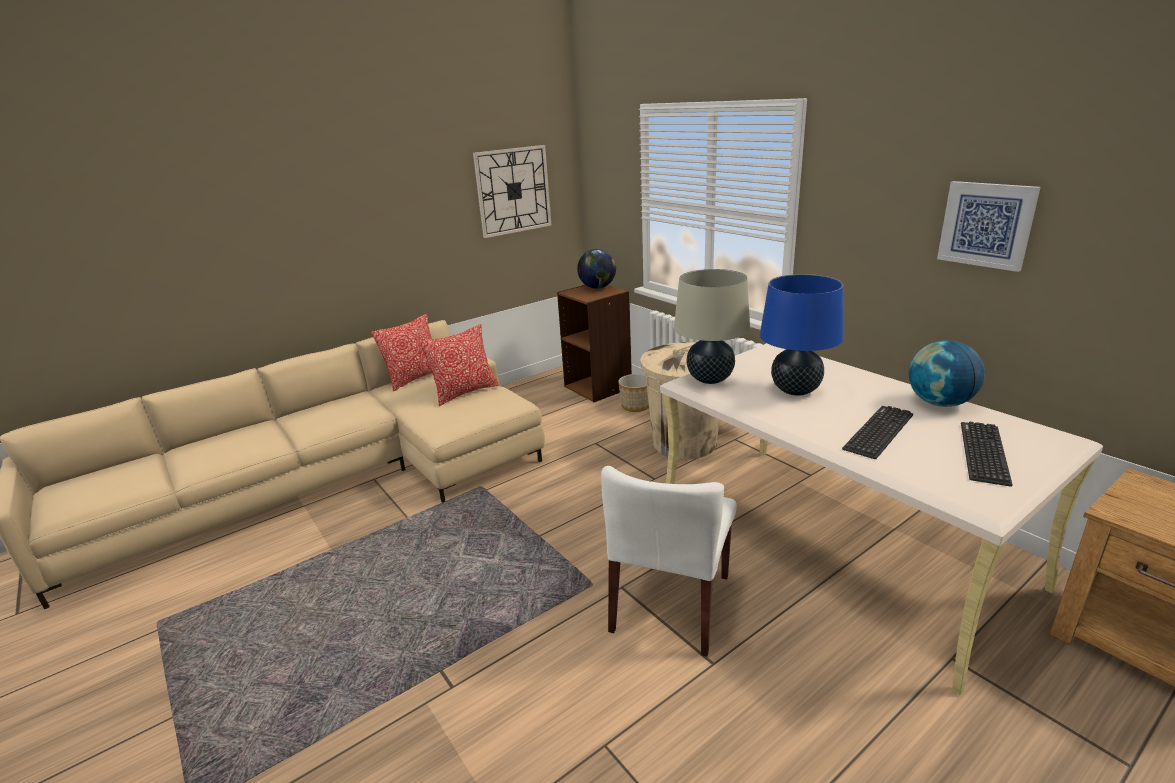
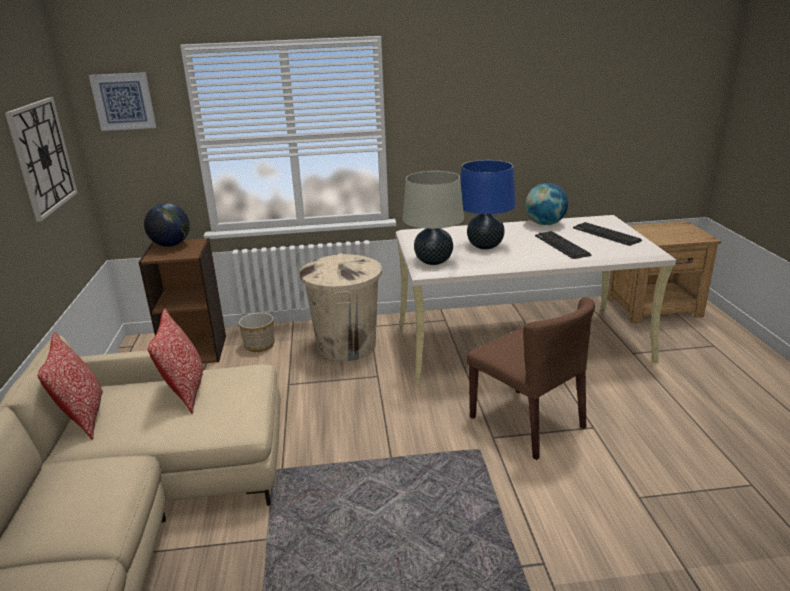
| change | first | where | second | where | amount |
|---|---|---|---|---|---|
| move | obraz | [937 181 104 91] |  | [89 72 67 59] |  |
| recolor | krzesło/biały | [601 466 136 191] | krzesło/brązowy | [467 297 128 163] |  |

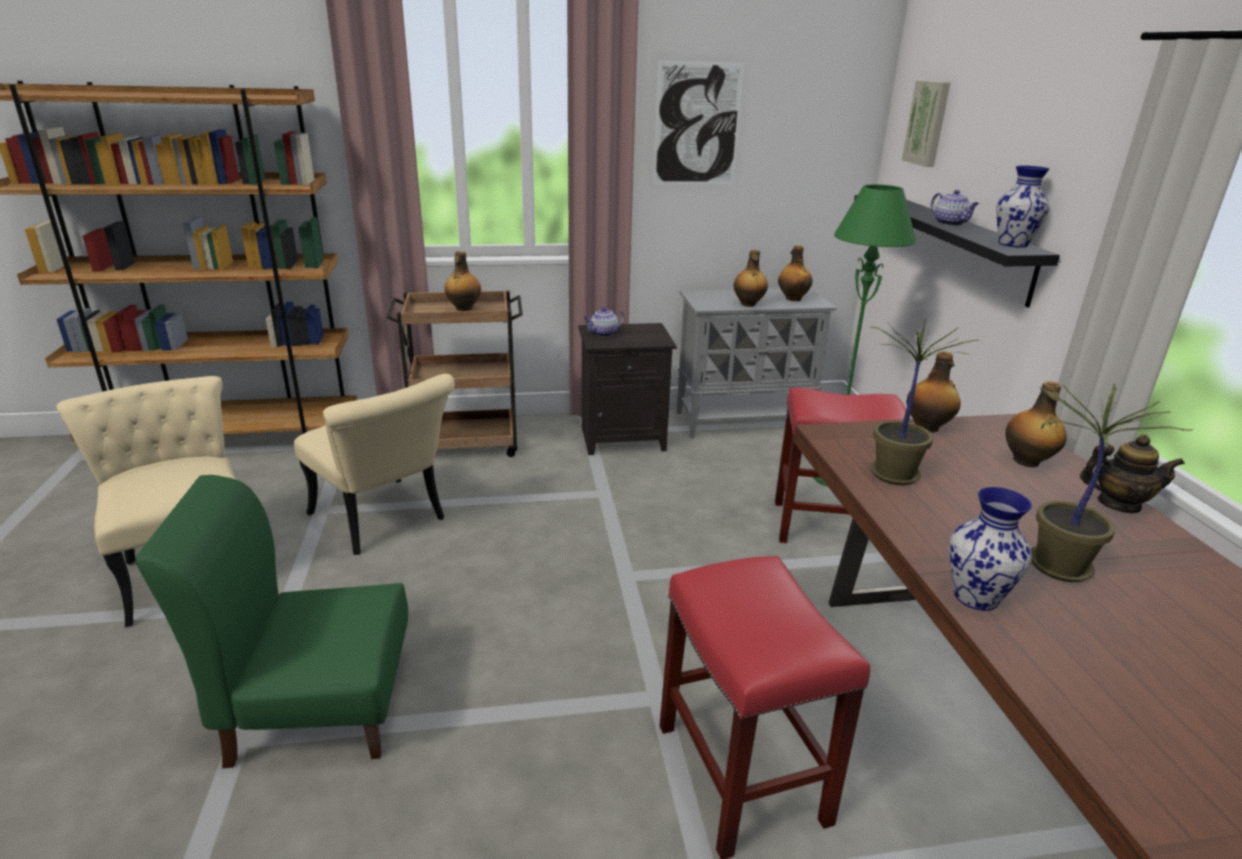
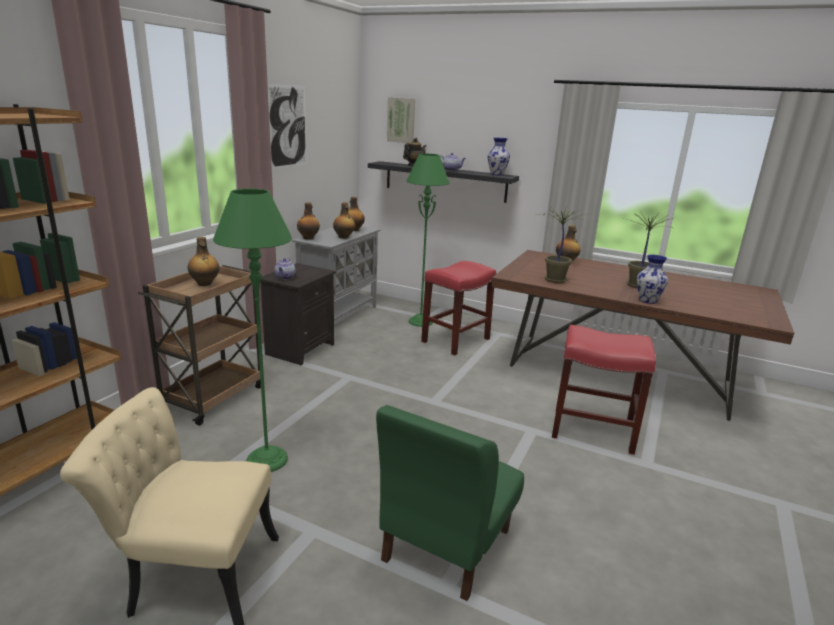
| change | first | where | second | where | amount |
|---|---|---|---|---|---|
| move | butelka | [906 351 55 81] |  | [297 202 23 38] |  |
| replace | krzesło/beżowy | [294 374 161 181] | lampa stojąca/zielony | [213 189 79 283] |  |
| move | imbryk | [1080 434 105 79] |  | [403 138 23 28] |  |

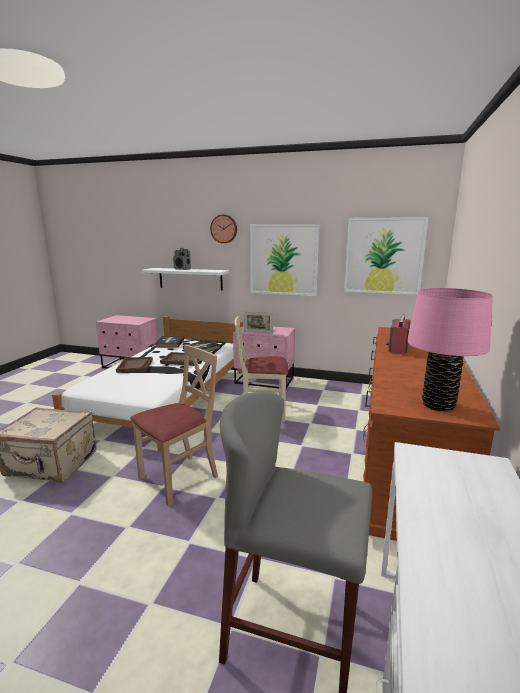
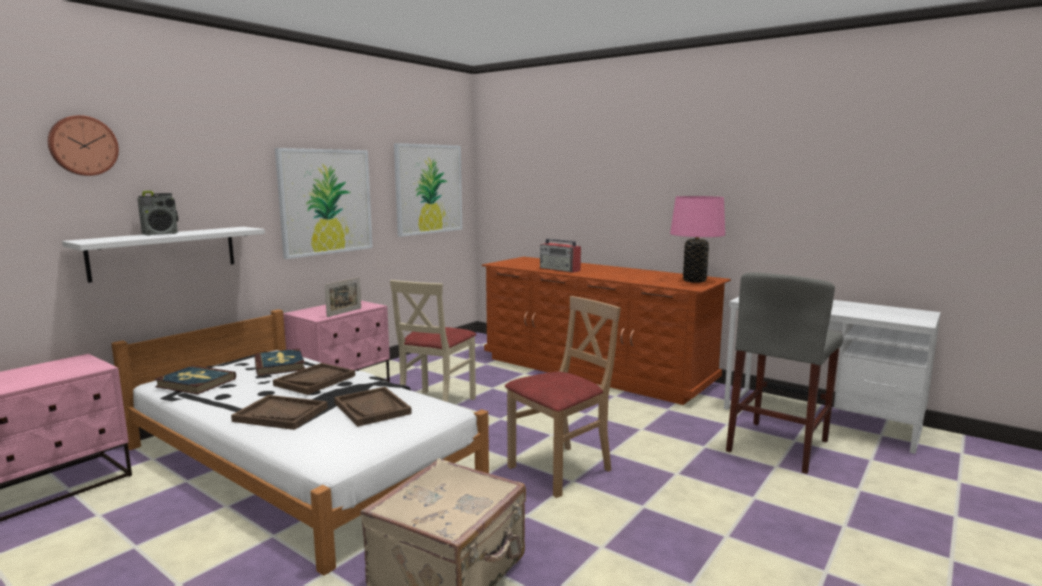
| change | first | where | second | where | amount |
|---|---|---|---|---|---|
| move | zegar ścienny | [210 214 27 29] |  | [48 115 71 61] |  |
| rotate | krzesło/beżowy | [130 344 88 162] |  | [505 296 116 202] | 75 degrees clockwise |
| insert |  |  | taca/brązowy | [334 387 78 40] |  |

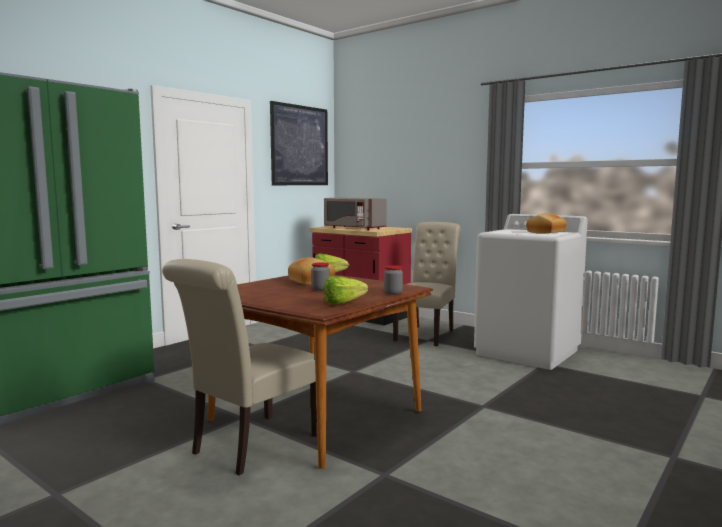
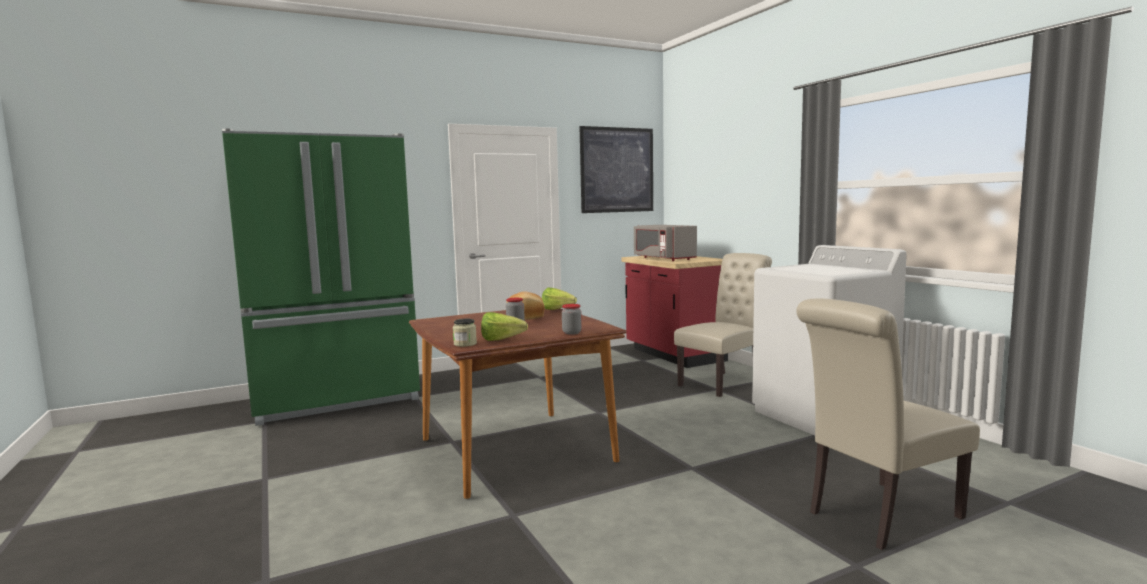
| change | first | where | second | where | amount |
|---|---|---|---|---|---|
| delete | chleb | [526 213 40 21] |  |  |  |
| move | krzesło/beżowy | [162 259 155 216] |  | [796 298 184 252] |  |
| insert |  |  | słoik | [453 319 24 28] |  |

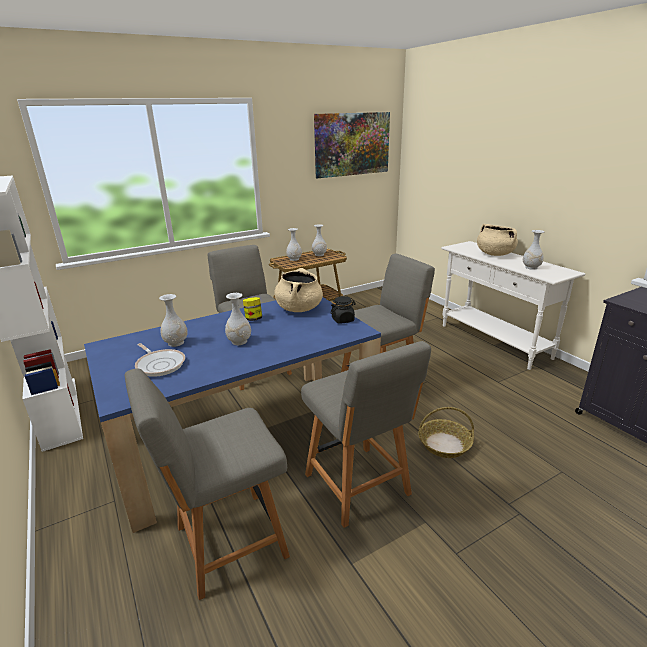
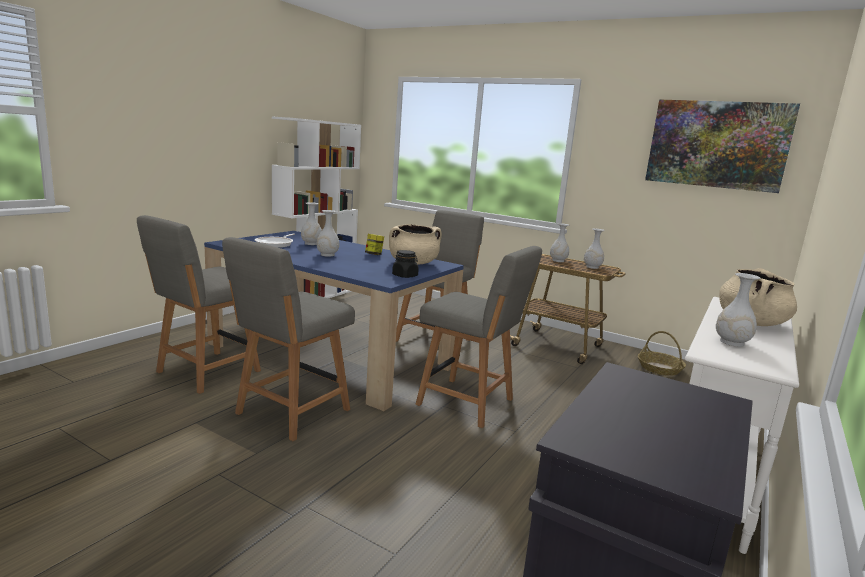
| change | first | where | second | where | amount |
|---|---|---|---|---|---|
| rotate | krzesło/szary | [124 368 166 232] |  | [137 215 124 179] | 90 degrees counterclockwise |
| move | koszyk | [418 407 56 51] |  | [638 331 48 45] |  |

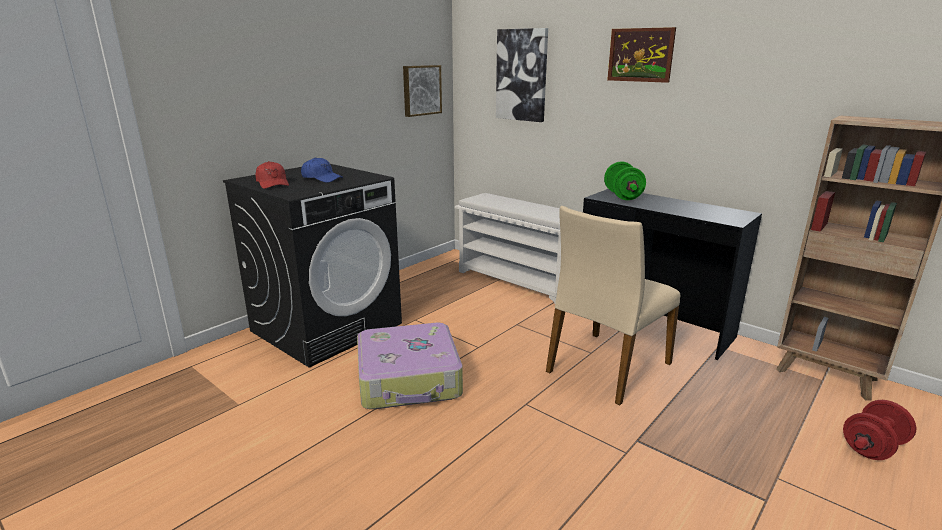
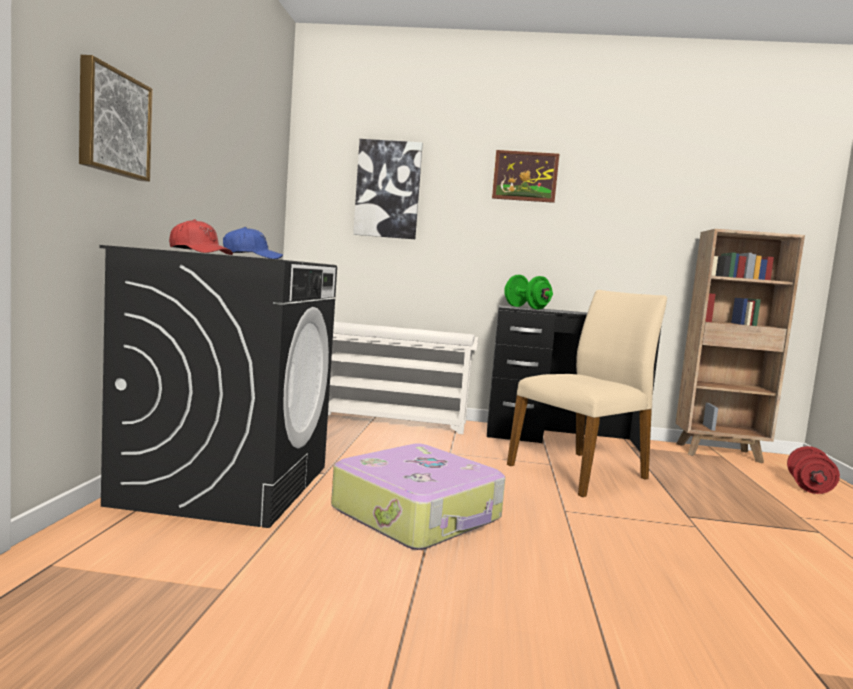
| change | first | where | second | where | amount |
|---|---|---|---|---|---|
| move | obraz | [403 65 39 52] |  | [79 55 74 127] |  |
| rotate | krzesło/beżowy | [546 206 134 199] |  | [507 290 160 207] | 135 degrees counterclockwise |

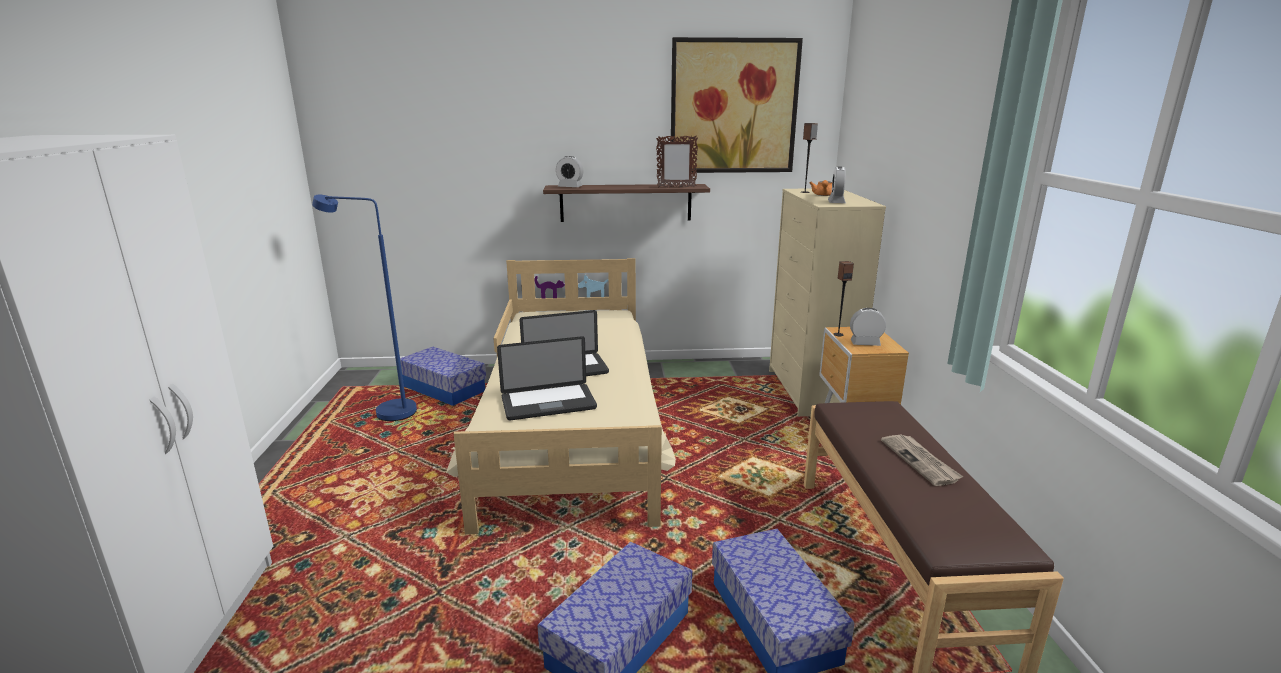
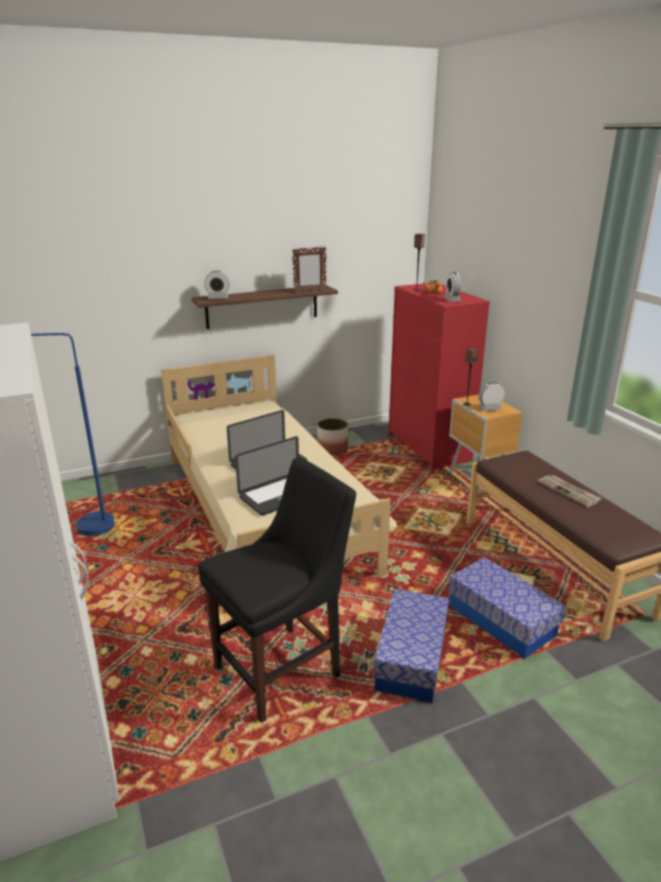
| change | first | where | second | where | amount |
|---|---|---|---|---|---|
| delete | obraz | [671 37 132 136] |  |  |  |
| recolor | komoda/beżowy | [769 188 117 229] | komoda/czerwony | [388 283 102 187] |  |
| delete | pojemnik do przechowywania | [400 347 86 59] |  |  |  |
| insert |  |  | donica | [317 418 31 37] |  |
| insert |  |  | krzesło/czarny | [198 457 158 266] |  |

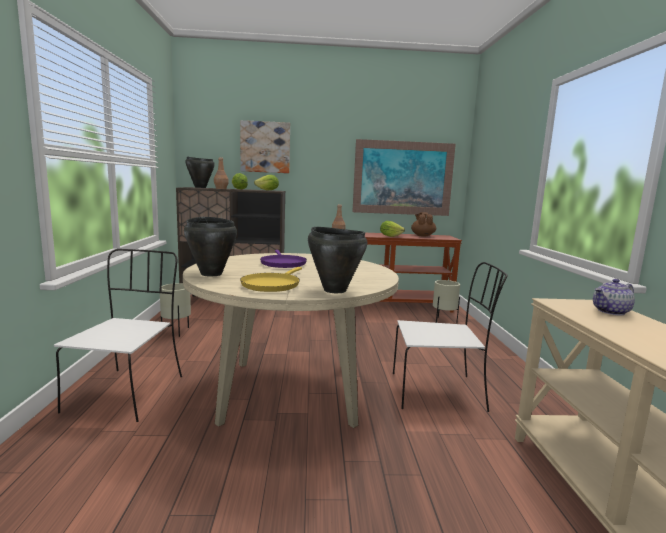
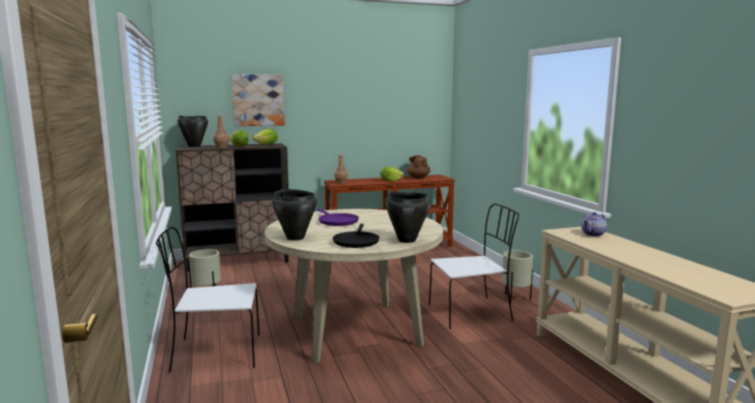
| change | first | where | second | where | amount |
|---|---|---|---|---|---|
| delete | obraz | [352 139 104 77] |  |  |  |
| rotate | krzesło/biały | [54 249 128 173] |  | [156 227 104 146] | 90 degrees counterclockwise |
| recolor | patelnia/żółty | [240 267 62 25] | patelnia/czarny | [333 224 46 24] |  |
| move | donica/beżowy | [433 280 27 44] |  | [502 250 31 53] |  |

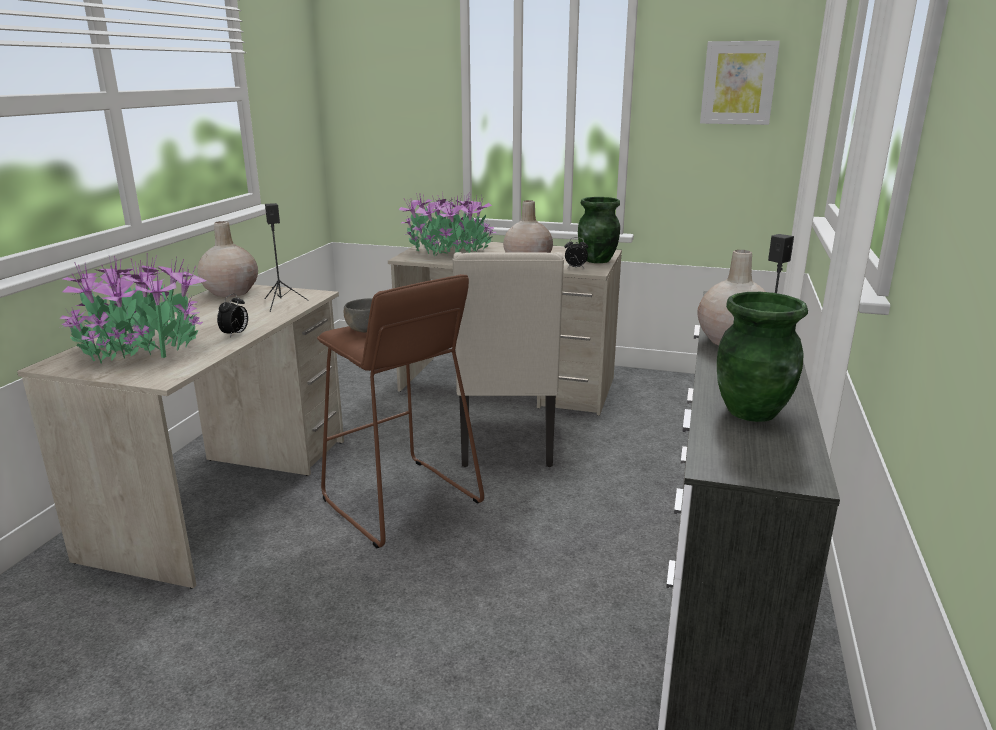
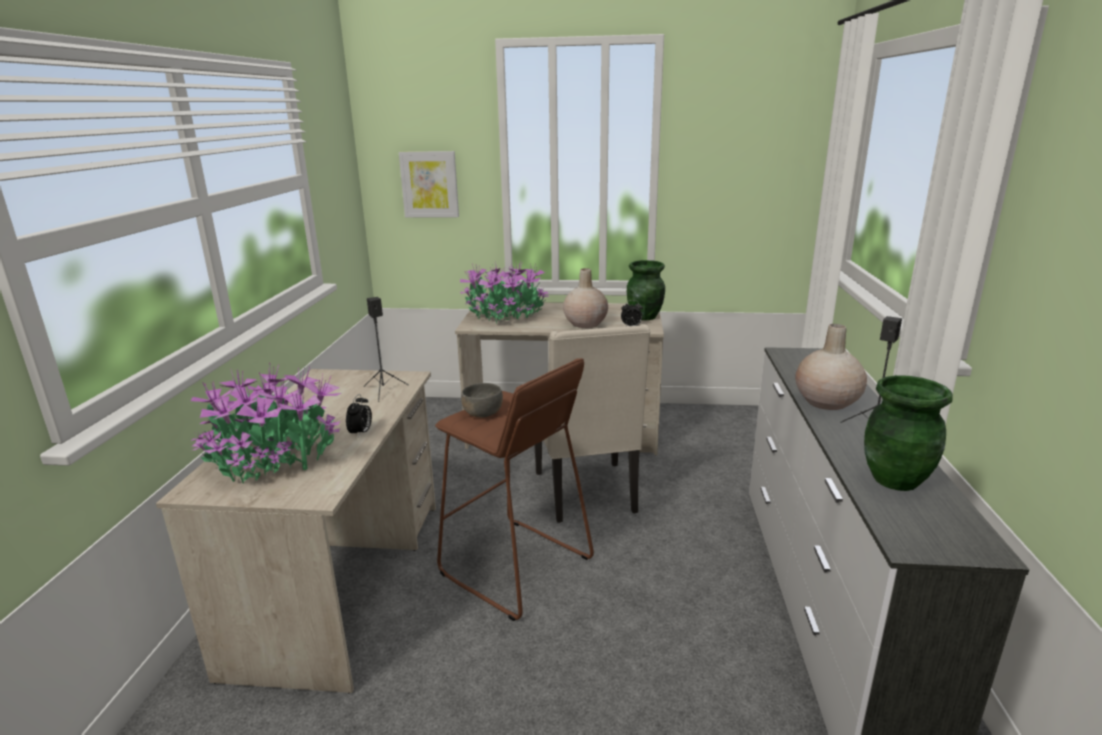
| change | first | where | second | where | amount |
|---|---|---|---|---|---|
| move | obraz | [700 41 80 84] |  | [399 151 60 66] |  |
| delete | wazon/beżowy | [197 221 61 76] |  |  |  |

